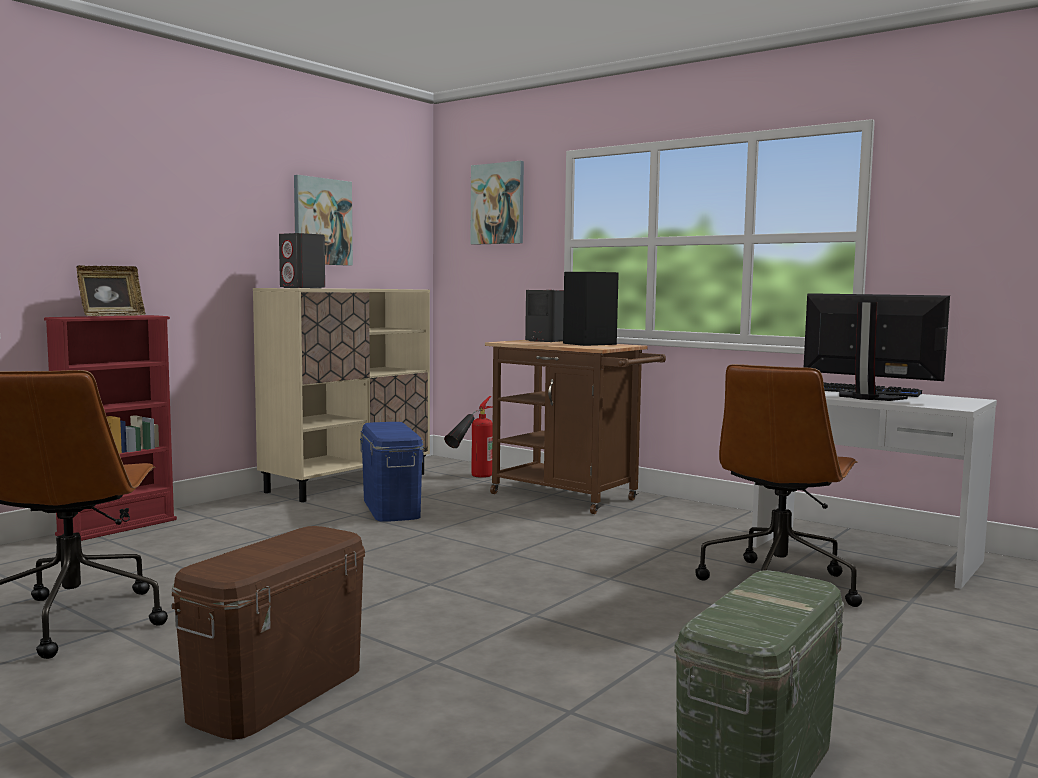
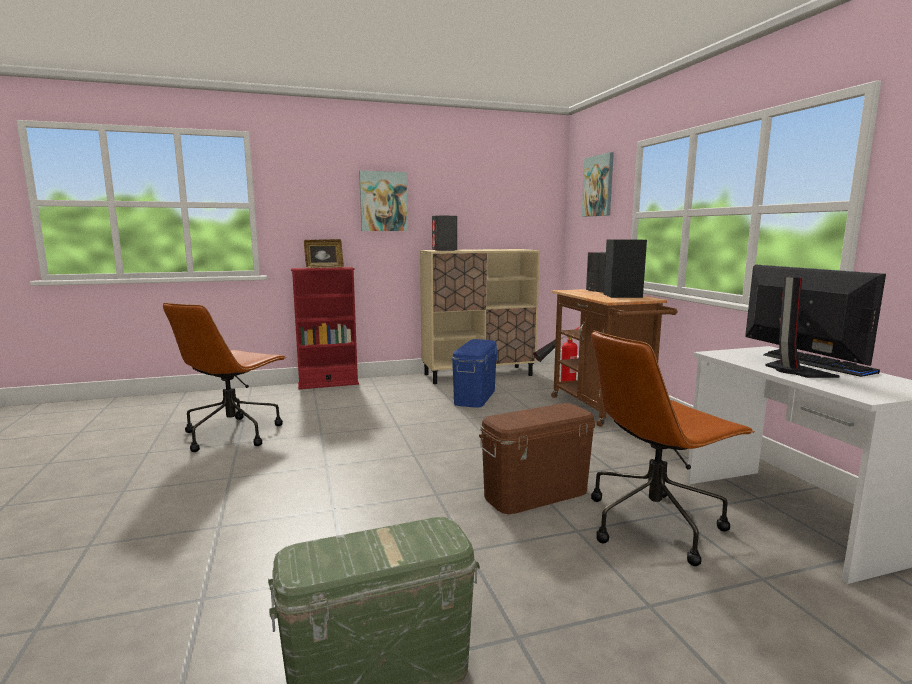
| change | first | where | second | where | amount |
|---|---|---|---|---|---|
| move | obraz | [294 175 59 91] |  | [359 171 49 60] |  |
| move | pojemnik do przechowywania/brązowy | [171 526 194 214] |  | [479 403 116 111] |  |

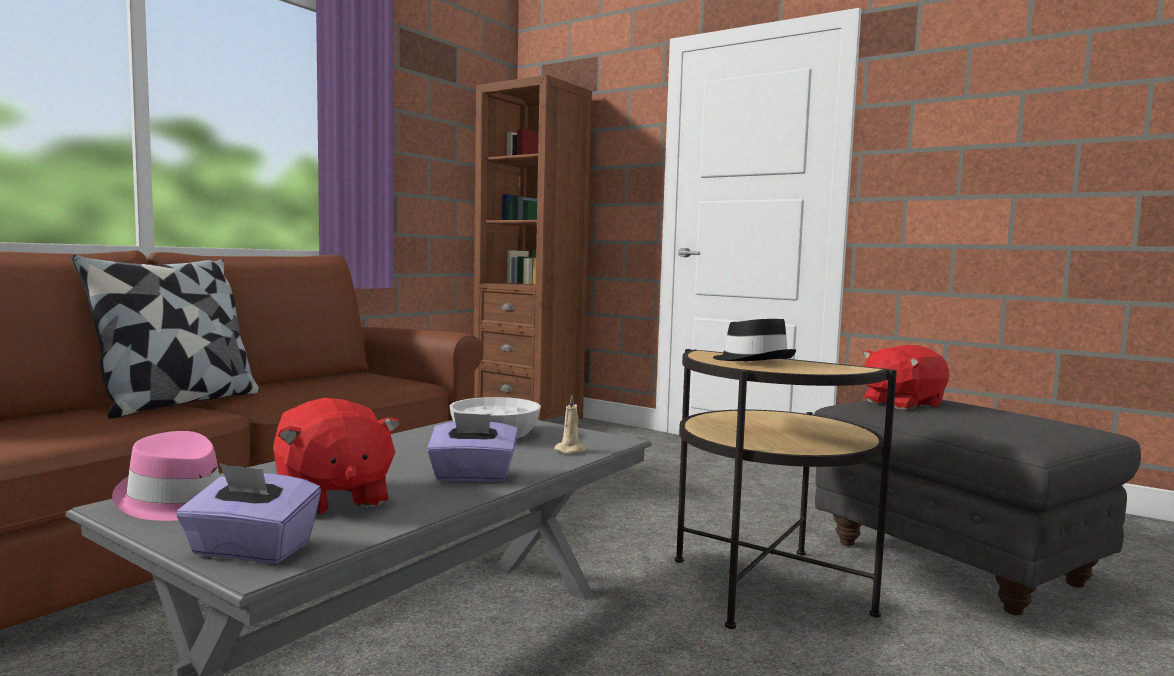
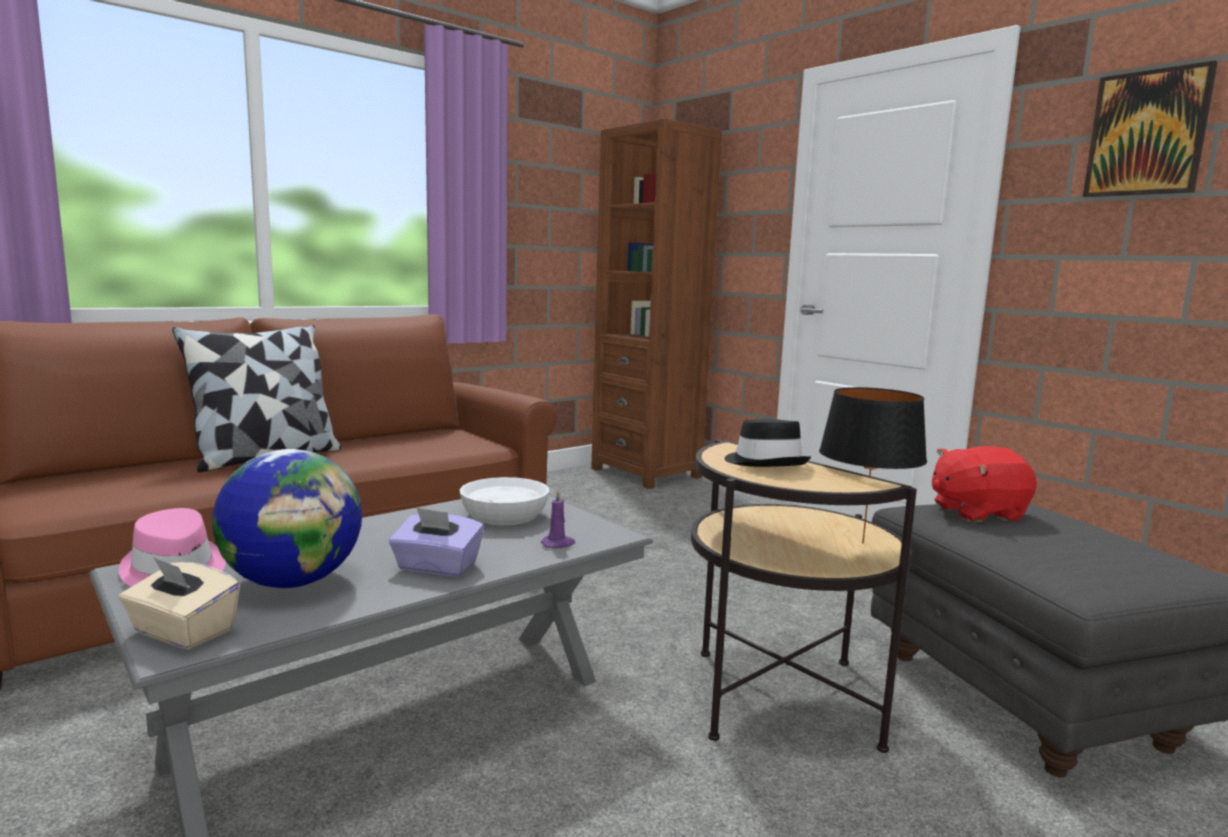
| change | first | where | second | where | amount |
|---|---|---|---|---|---|
| recolor | świeca/beżowy | [554 395 33 59] | świeca/fioletowy | [541 489 34 59] |  |
| replace | pluszak/czerwony | [273 398 128 117] | globus | [212 449 150 139] |  |
| recolor | pudełko chusteczek/fioletowy | [176 463 145 100] | pudełko chusteczek/beżowy | [119 557 121 92] |  |
| insert |  |  | obraz | [1083 60 135 137] |  |
| insert |  |  | lampa stołowa/czarny | [819 387 108 157] |  |

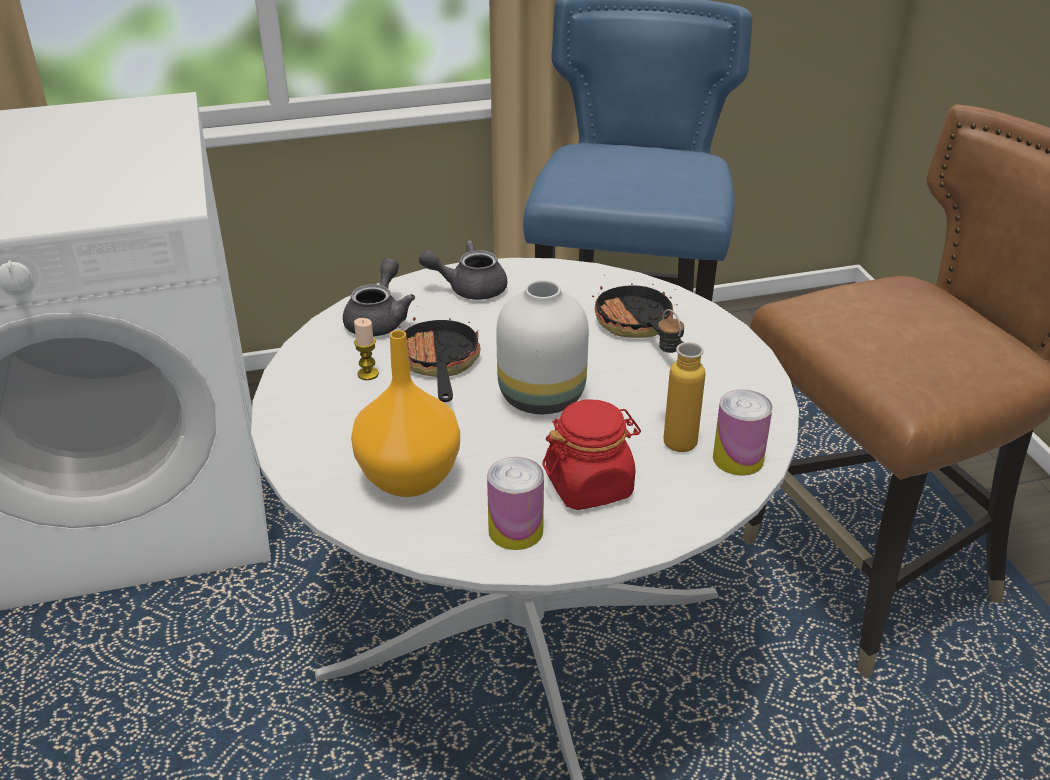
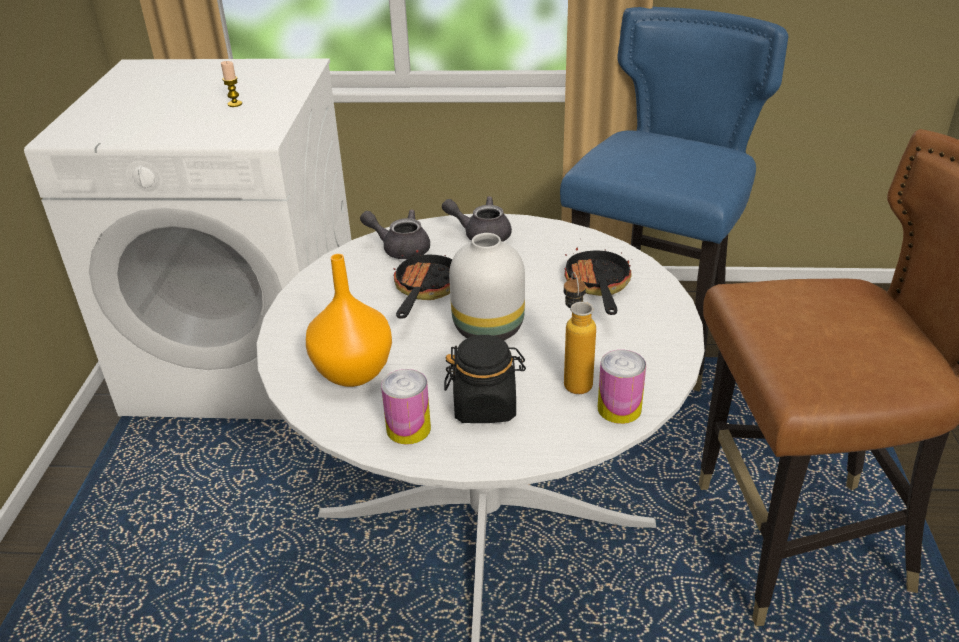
| change | first | where | second | where | amount |
|---|---|---|---|---|---|
| rotate | imbryk/szary | [343 258 72 79] |  | [360 209 70 50] | 105 degrees counterclockwise |
| move | świeca | [354 318 25 62] |  | [221 61 21 46] |  |
| recolor | słoik/czerwony | [543 399 98 111] | słoik/czarny | [444 335 82 88] |  |

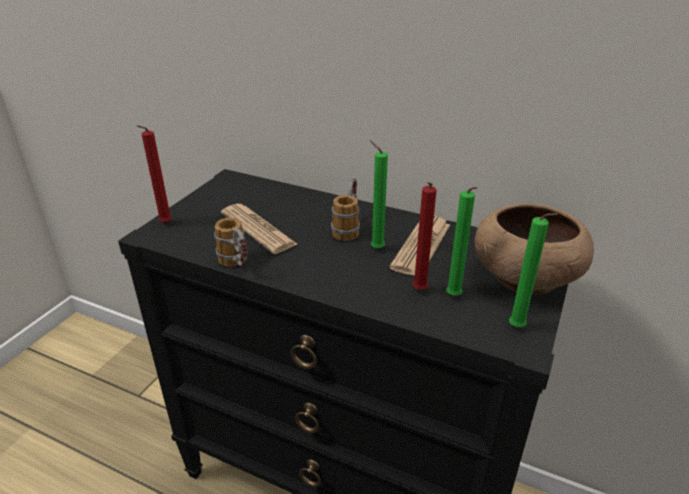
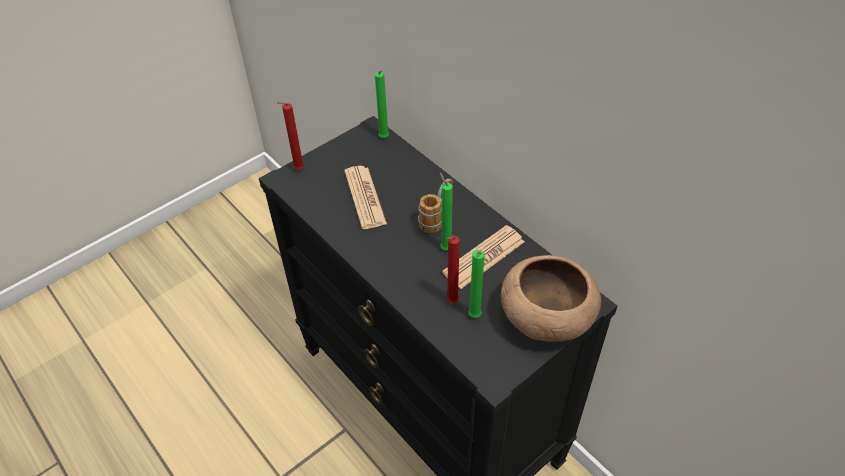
| change | first | where | second | where | amount |
|---|---|---|---|---|---|
| move | świeca/zielony | [509 213 49 114] |  | [375 71 14 67] |  |
| delete | kubek | [214 218 34 49] |  |  |  |

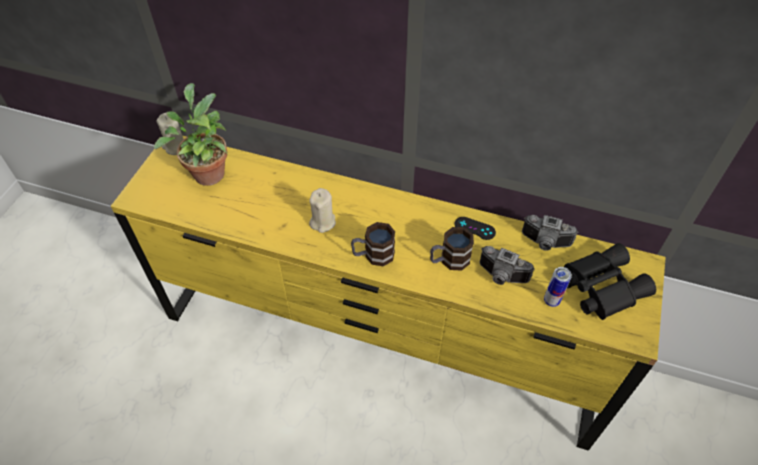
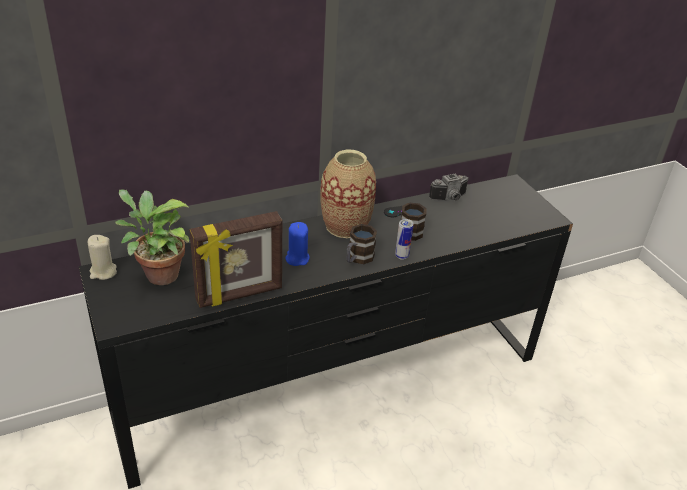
| change | first | where | second | where | amount |
|---|---|---|---|---|---|
| recolor | komoda/żółty | [111 136 555 315] | komoda/czarny | [79 174 494 315] |  |
| recolor | świeca/beżowy | [309 188 27 45] | świeca/niebieski | [285 222 25 44] |  |
| delete | lornetka/czarny | [564 243 92 77] |  |  |  |
| delete | aparat fotograficzny | [480 246 55 39] |  |  |  |
| move | puszka | [544 267 28 40] |  | [395 219 19 41] |  |
| insert |  |  | wazon | [320 150 56 88] |  |
| insert |  |  | ramka na zdjęcie | [189 211 93 97] |  |

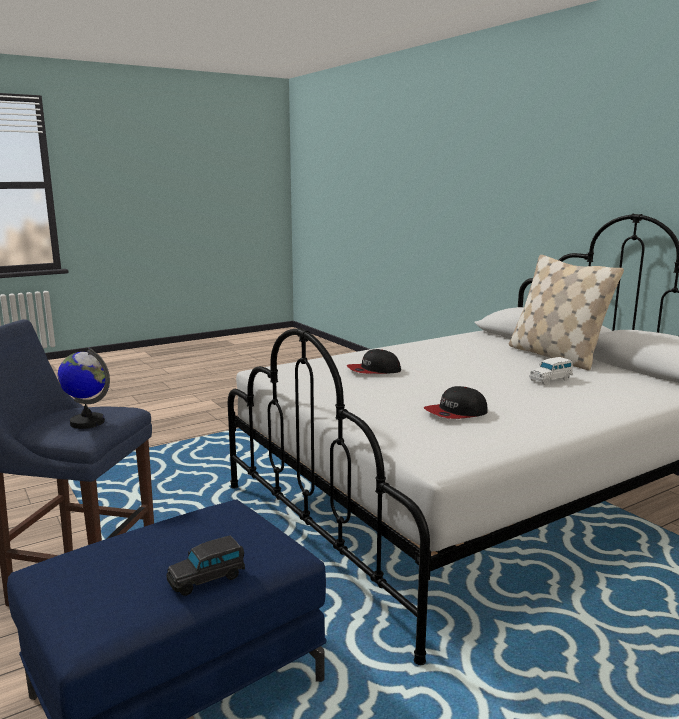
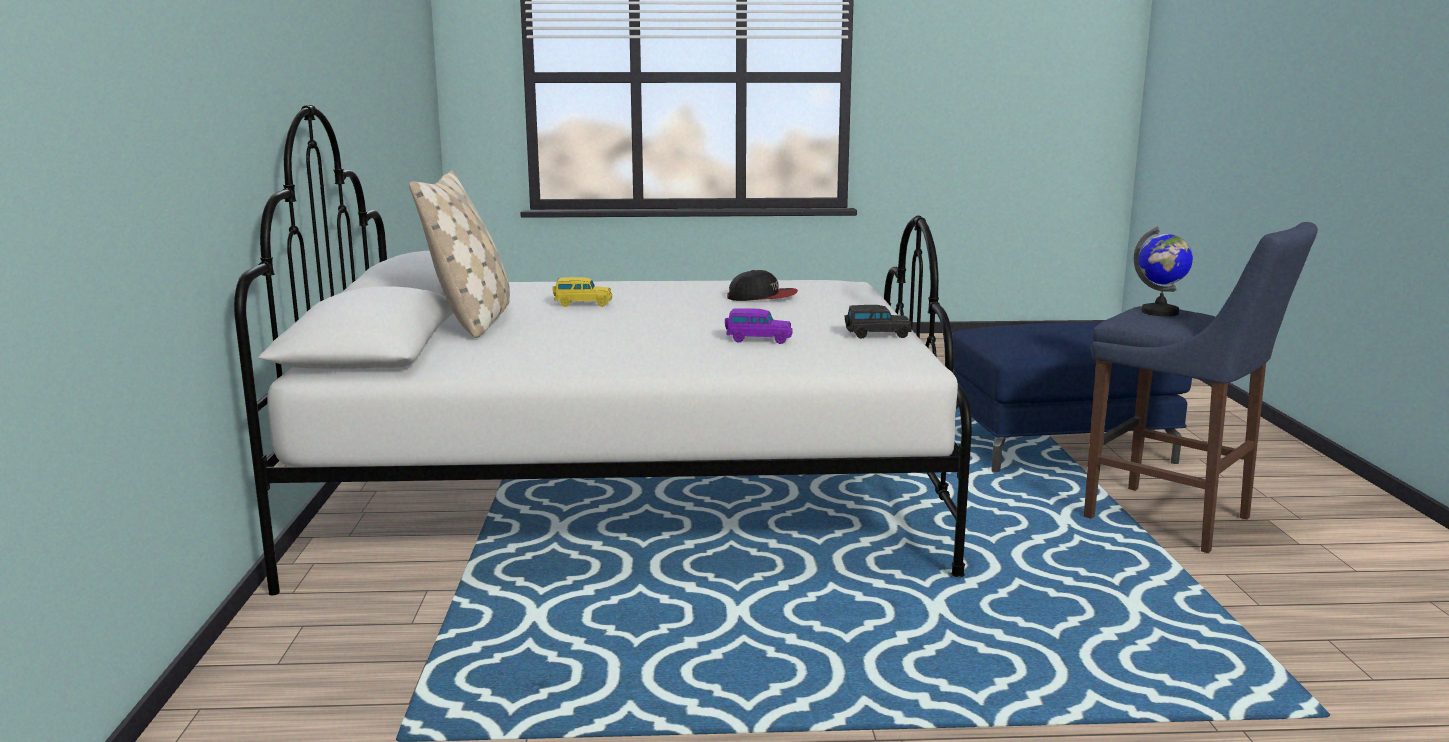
| change | first | where | second | where | amount |
|---|---|---|---|---|---|
| replace | czapka z daszkiem | [347 349 54 25] | samochodzik/fioletowy | [725 308 67 36] |  |
| recolor | samochodzik/biały | [529 357 44 28] | samochodzik/żółty | [552 277 60 30] |  |
| move | samochodzik/czarny | [166 535 79 61] |  | [845 305 67 34] |  |

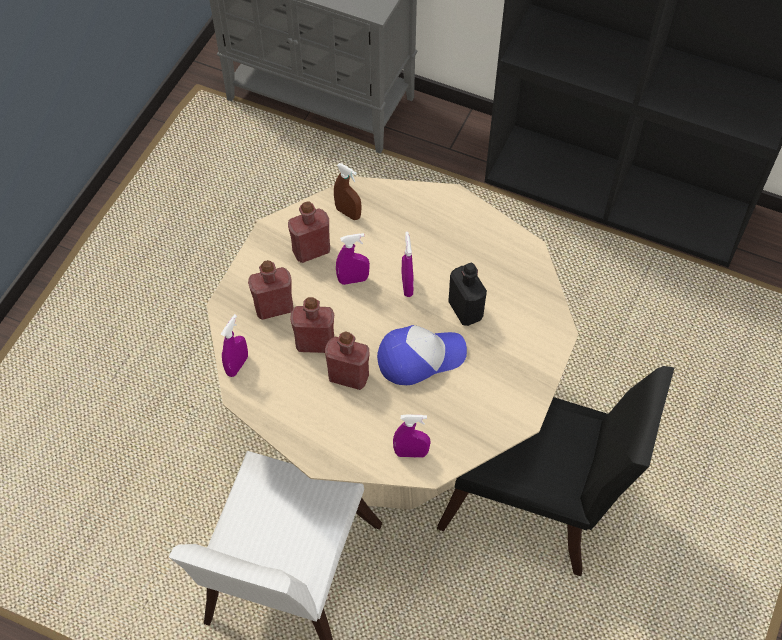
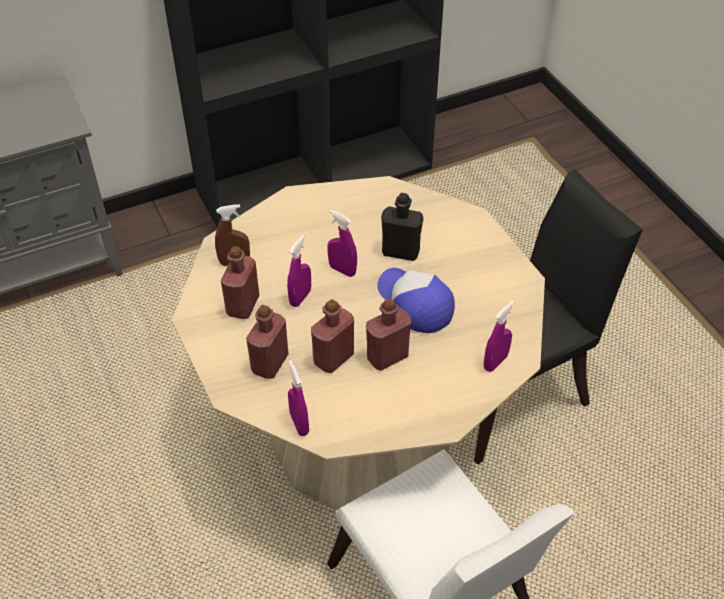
| change | first | where | second | where | amount |
|---|---|---|---|---|---|
| rotate | czapka z daszkiem | [377 325 90 60] |  | [377 268 78 65] | 60 degrees counterclockwise |

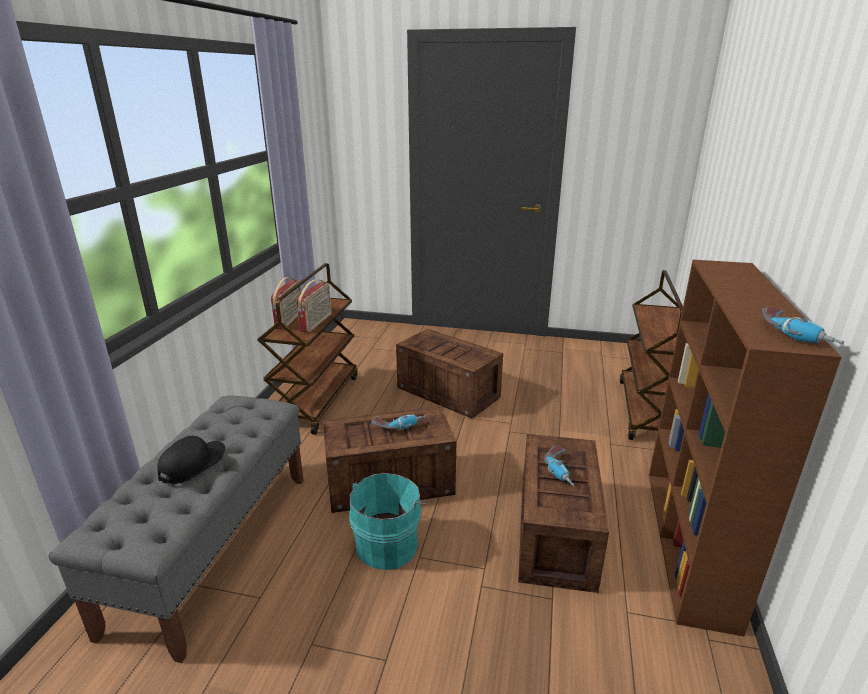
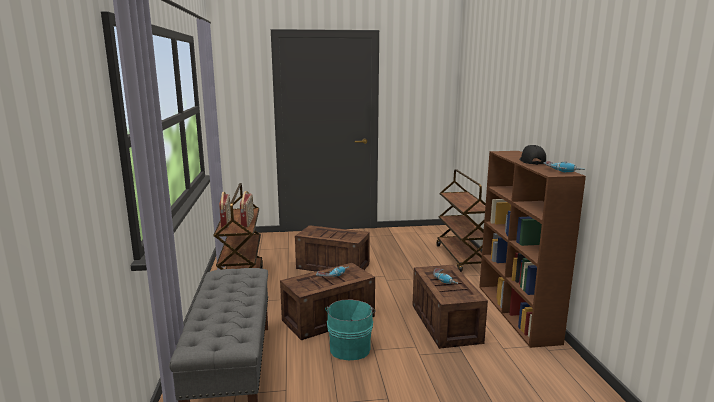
| change | first | where | second | where | amount |
|---|---|---|---|---|---|
| move | czapka z daszkiem/czarny | [157 436 68 48] |  | [519 145 27 20] |  |

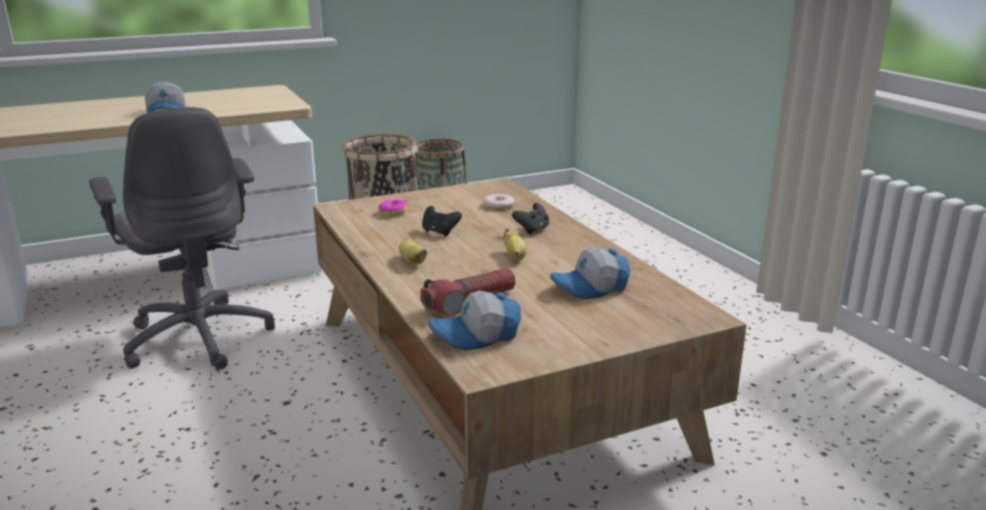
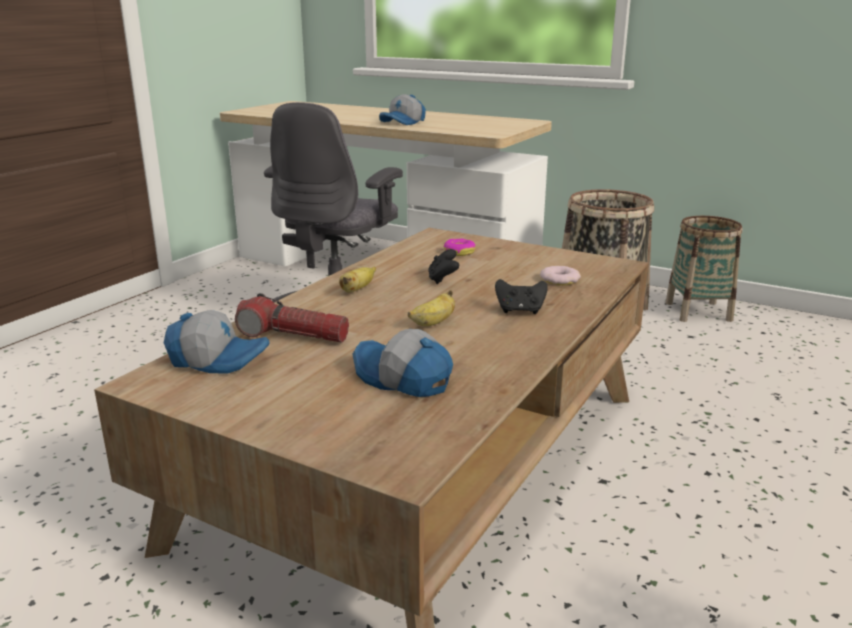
| change | first | where | second | where | amount |
|---|---|---|---|---|---|
| rotate | czapka z daszkiem | [429 290 92 60] |  | [164 310 105 64] | 150 degrees clockwise |

